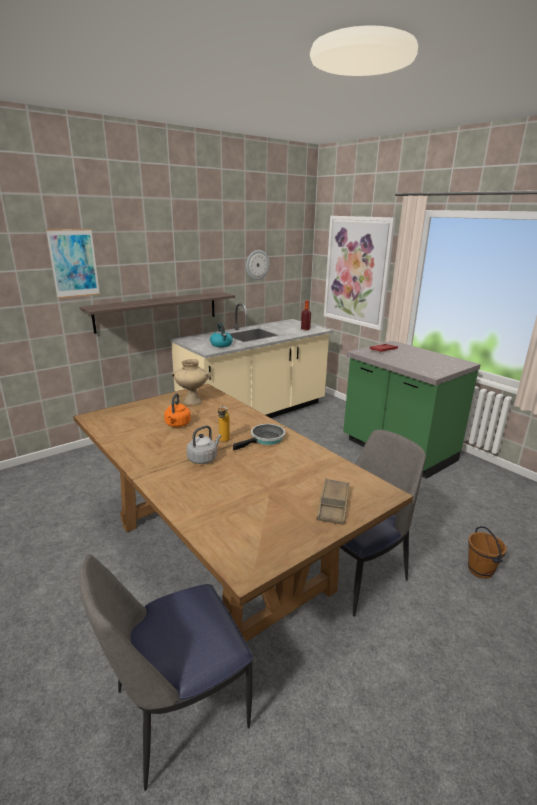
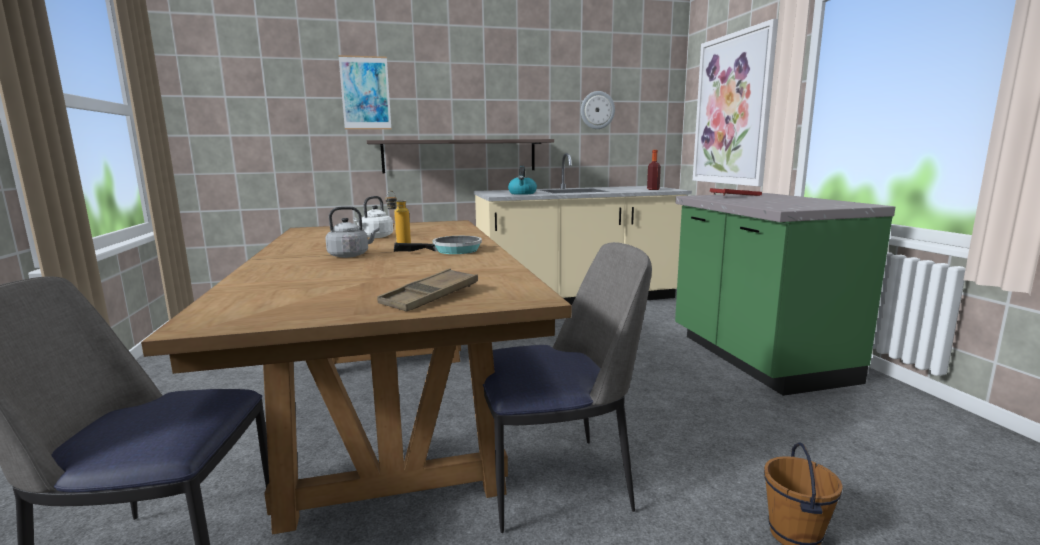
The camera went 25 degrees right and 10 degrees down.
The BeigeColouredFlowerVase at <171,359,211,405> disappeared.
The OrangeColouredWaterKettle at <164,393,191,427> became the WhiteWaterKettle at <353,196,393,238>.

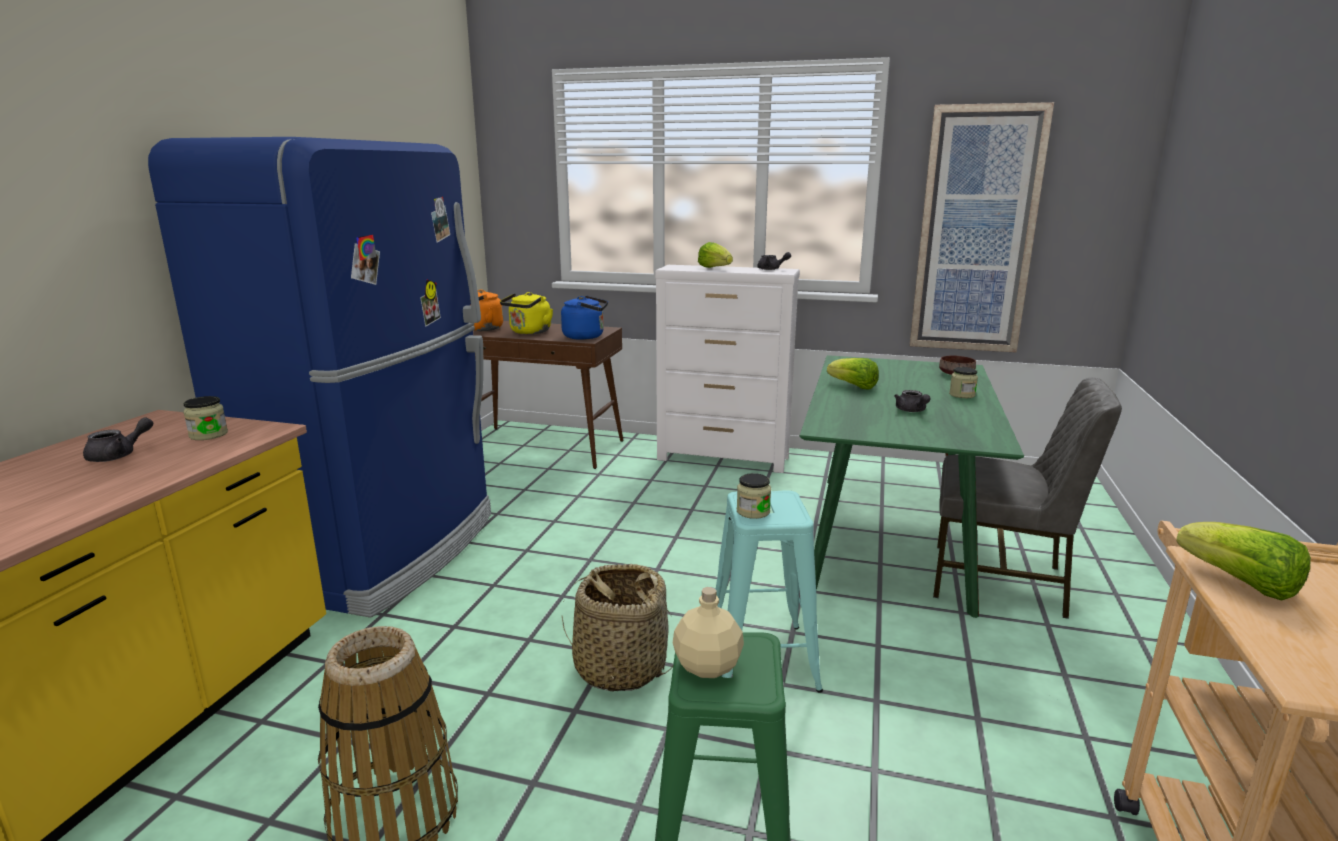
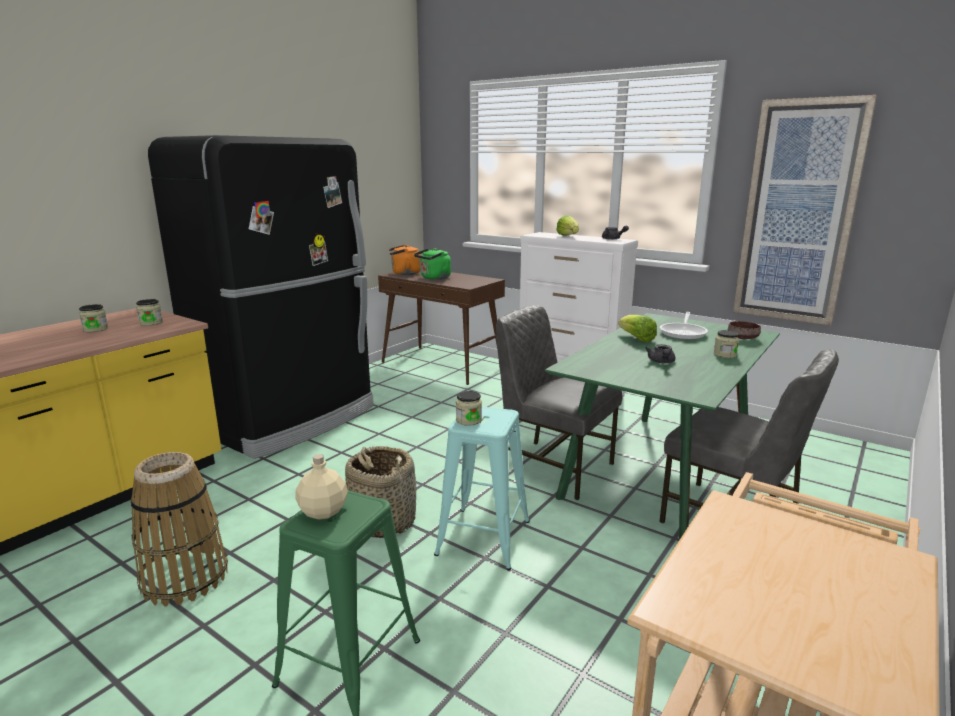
The camera went 20 degrees right and 0 degrees up.
The BlueColouredWaterKettle at <561,296,608,340> disappeared.
The Lettuce at <1176,522,1311,601> disappeared.
The GrayUprightChair at <496,305,622,500> appeared.
The FryingPan at <660,312,708,340> appeared.
The GrayTeapot at <83,417,153,462> was replaced by the Jar at <79,304,108,332>.
The BlueColouredFridge at <148,137,491,618> became the BlackishFridge at <148,135,374,459>.
The YellowishWaterKettle at <500,292,553,334> became the GreenWaterKettle at <414,248,451,280>.

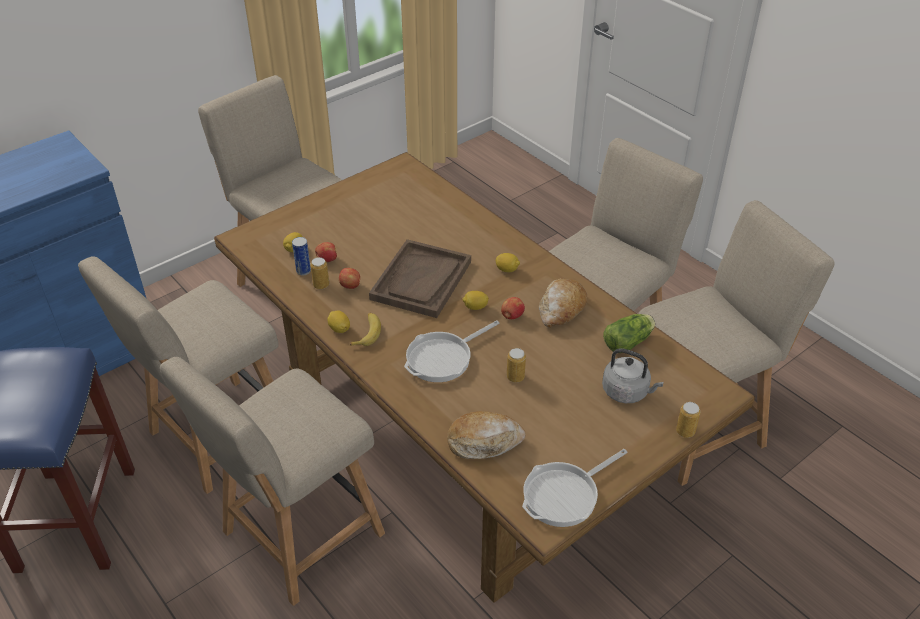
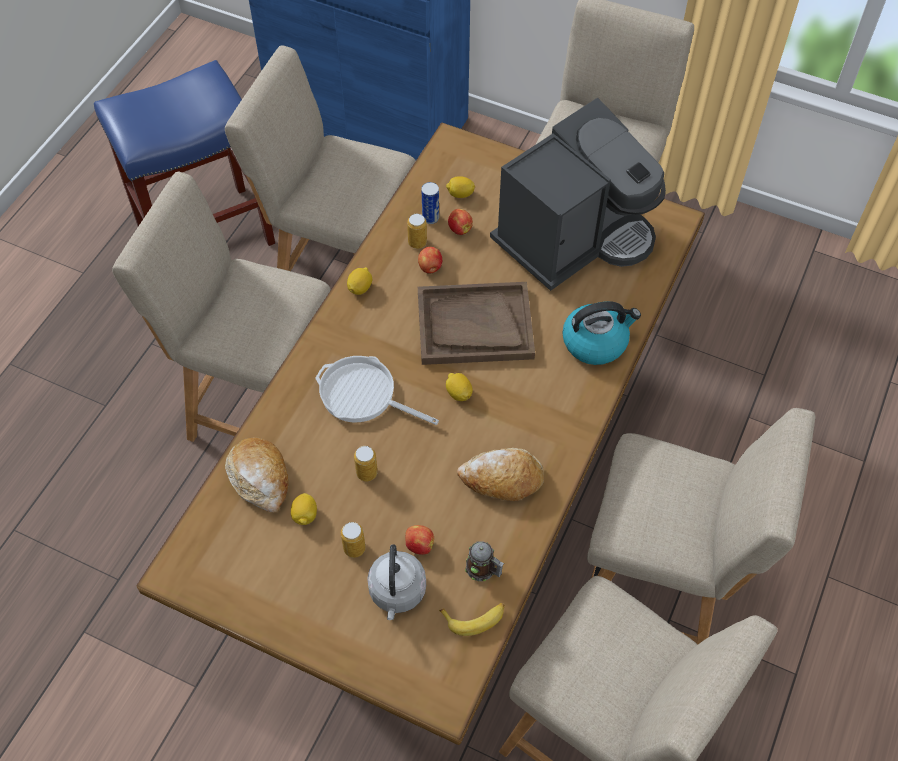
The camera went 65 degrees right and 15 degrees up.
The FryingPan at <522,449,627,527> disappeared.
The CoffeeMachine at <490,98,666,291> appeared.
The WaterKettle at <562,301,641,365> appeared.
The BananaFruit moved from <350,313,381,346> to <439,603,505,636>.
The Lemon moved from <496,253,520,272> to <291,493,317,525>.
The AppleFruit moved from <501,297,525,319> to <405,525,434,555>.
The MetalCan moved from <676,402,700,438> to <341,522,366,558>.
The Lettuce at <603,314,655,353> was replaced by the TeaMug at <465,541,504,581>.

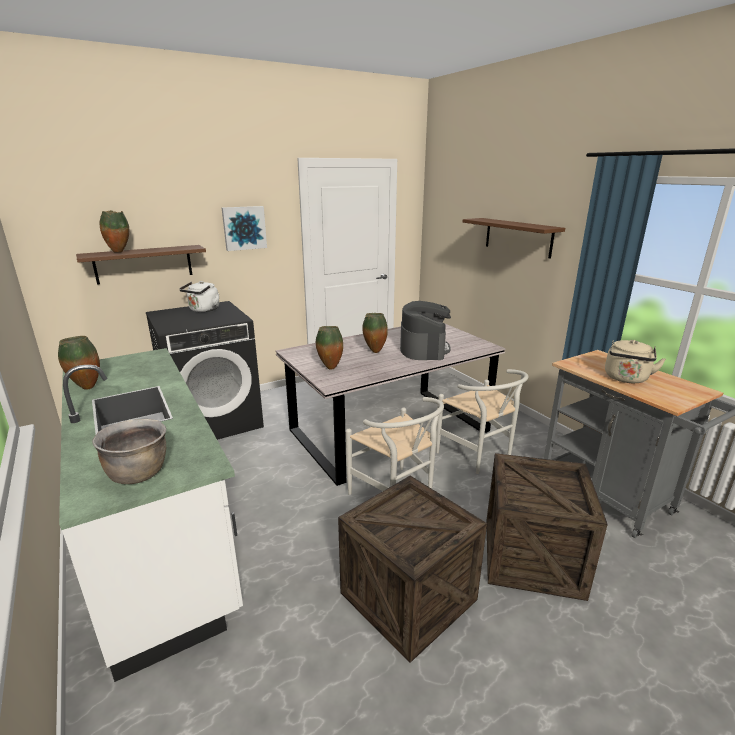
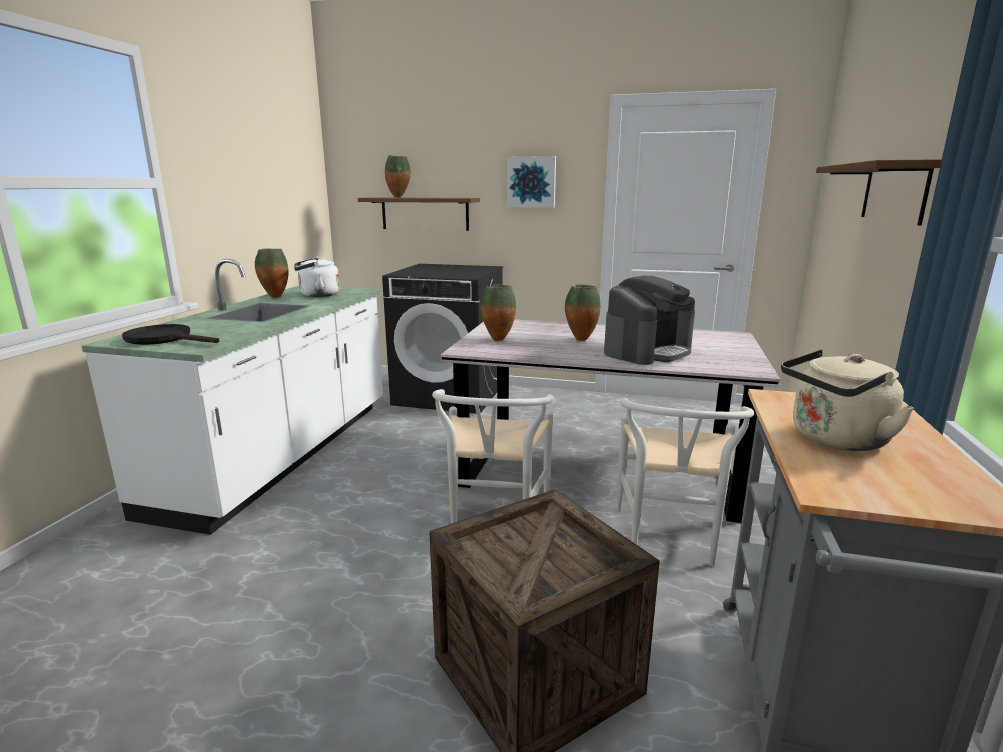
The camera went 45 degrees right and 5 degrees down.
The ShippingCrate at <338,476,487,663> disappeared.
The WhiteWaterKettle moved from <179,281,219,312> to <294,257,340,297>.
The BrownColouredStockpot at <92,419,166,484> was replaced by the BlackishFryingPan at <122,324,219,345>.

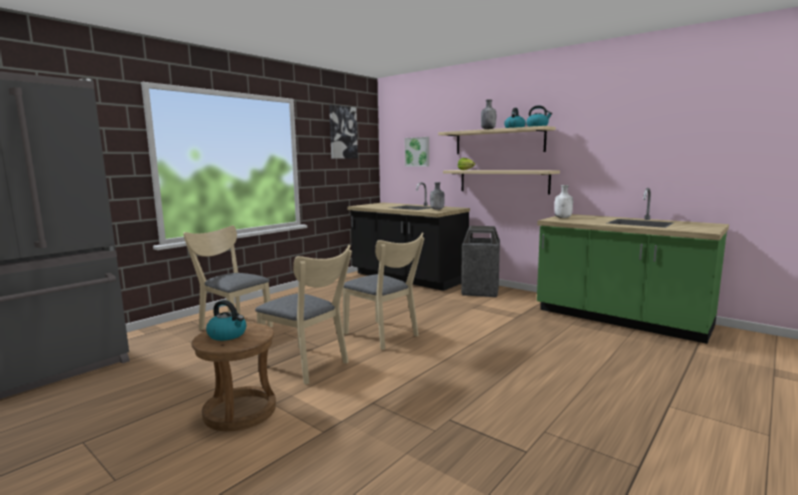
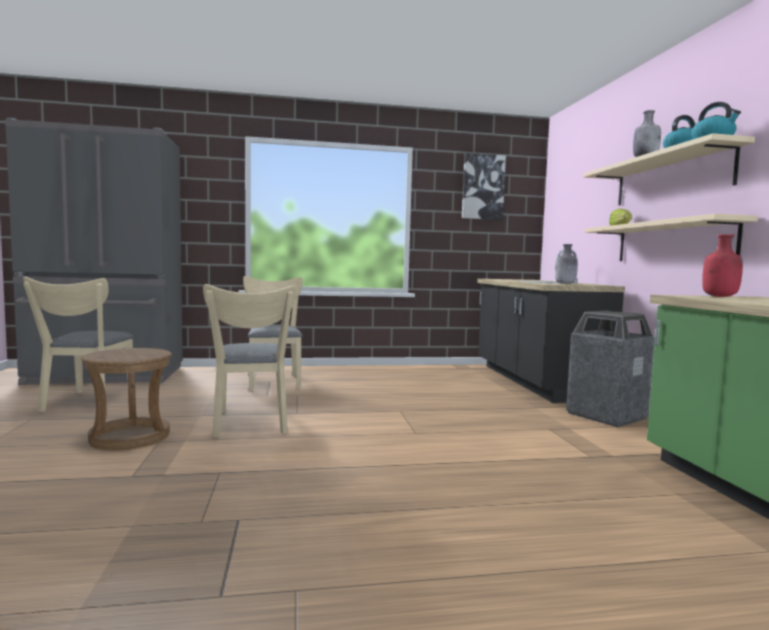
The camera went 40 degrees right and 5 degrees down.
The WaterKettle at <206,300,246,341> disappeared.
The Picture at <405,137,429,167> disappeared.
The BeigeColouredUprightChair moved from <343,233,424,350> to <23,276,134,412>.
The WhiteBeverageBottle at <554,185,573,218> became the RedColouredBeverageBottle at <702,234,743,297>.

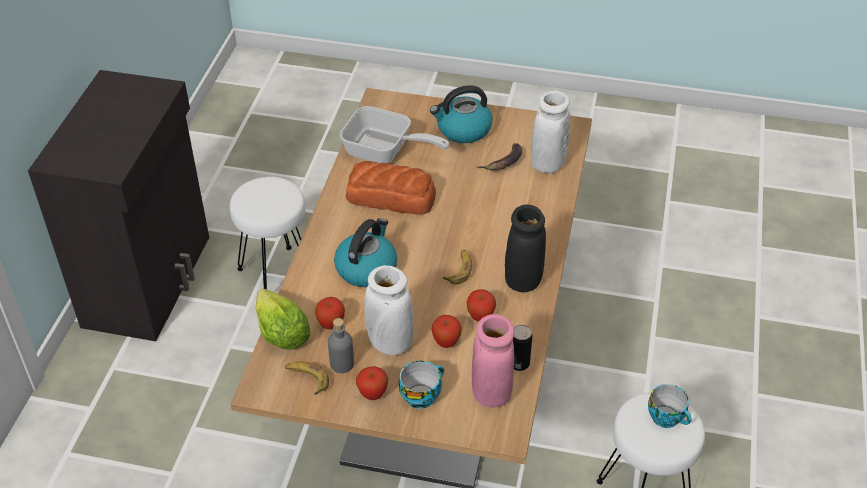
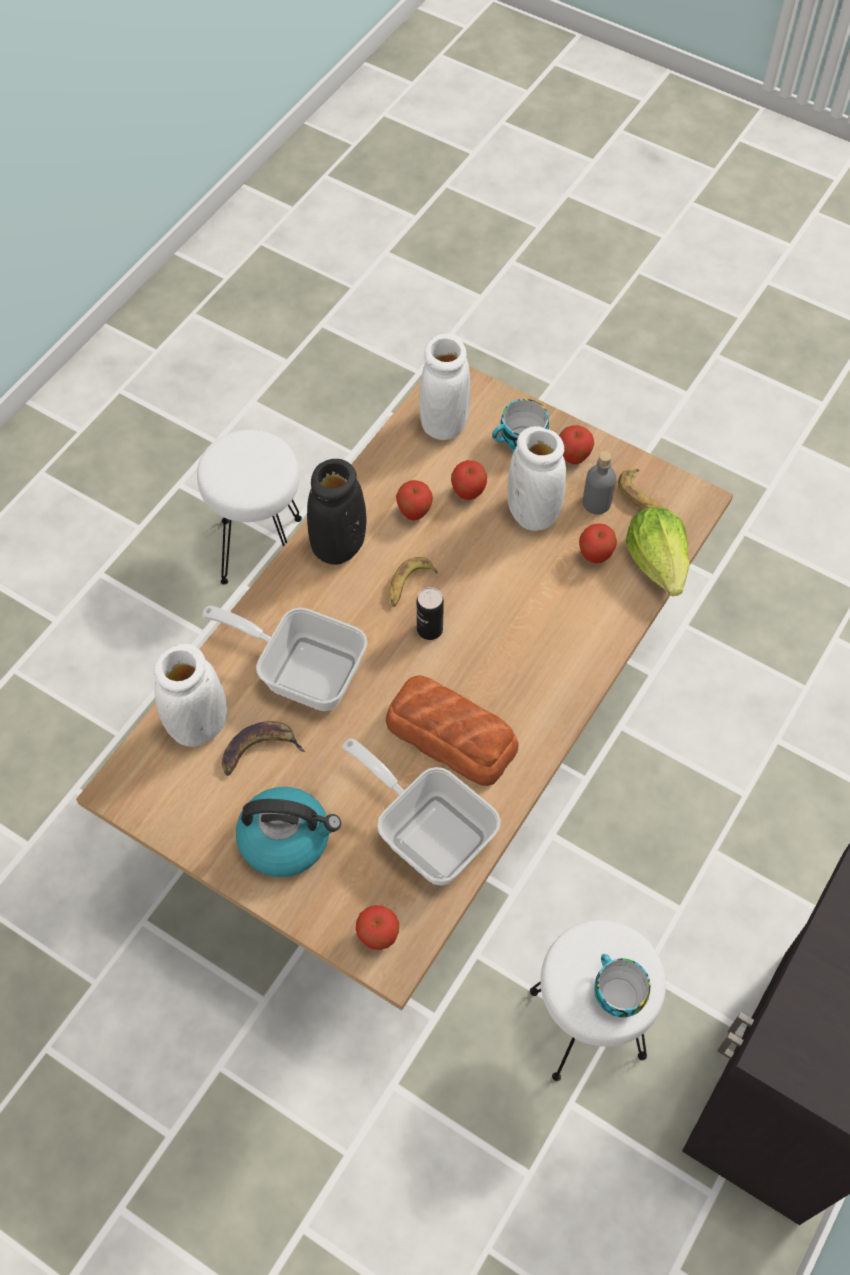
The camera went 160 degrees left and 15 degrees up.
The WaterKettle at <334,218,397,287> disappeared.
The FryingPan at <202,606,368,711> appeared.
The AppleFruit at <356,905,399,950> appeared.
The MetalCan moved from <513,325,532,371> to <417,587,444,640>.
The DrinkingCup moved from <648,384,692,428> to <594,954,650,1017>.
The PinkishFlowerVase at <472,314,514,408> became the WhiteFlowerVase at <419,334,470,440>.

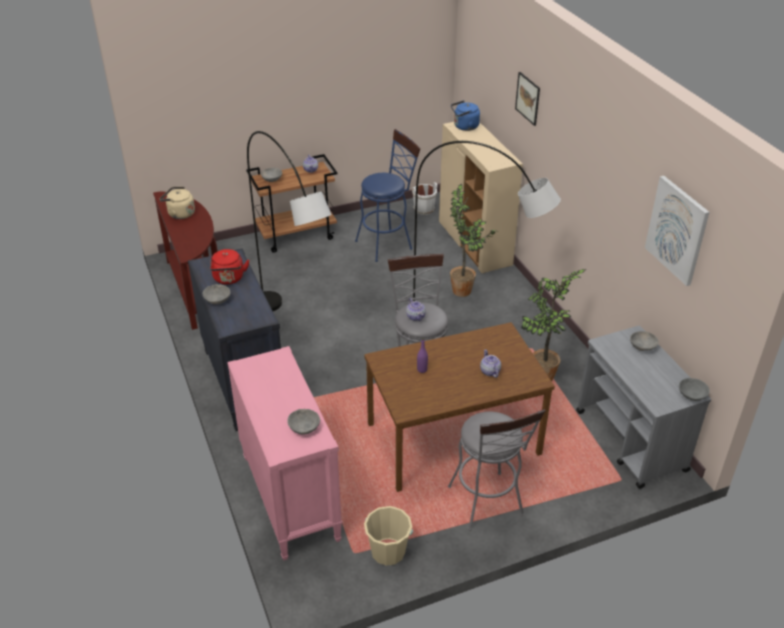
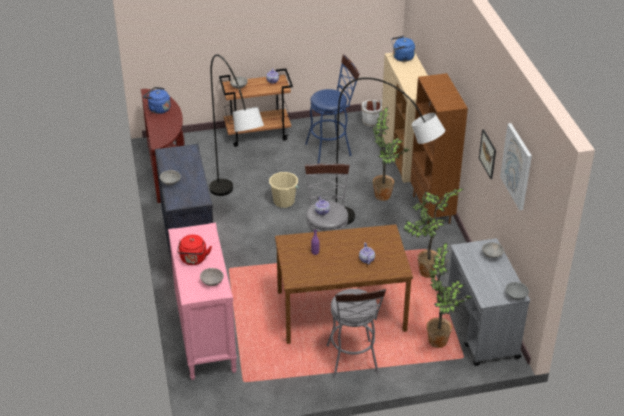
The camera went 10 degrees right and 0 degrees up.
The BrownColouredBookshelf at <410,73,468,224> appeared.
The PottedPlant at <427,242,473,348> appeared.
The RedColouredWaterKettle moved from <210,249,249,284> to <177,235,212,265>.
The BeigeColouredWaterBucket moved from <364,506,413,566> to <269,172,299,208>.
The Picture moved from <515,72,540,126> to <479,129,496,179>.
The BeigeColouredWaterKettle at <160,187,195,219> became the BlueColouredWaterKettle at <143,87,171,114>.

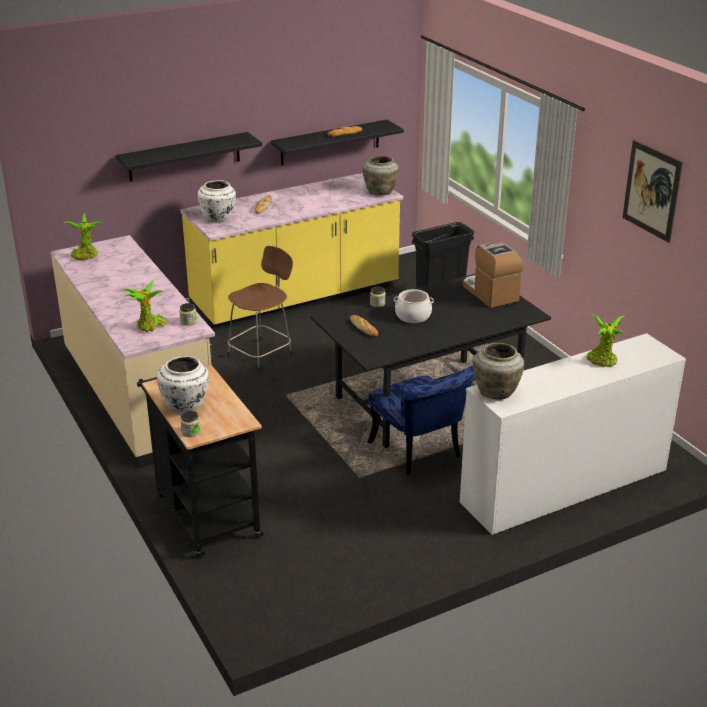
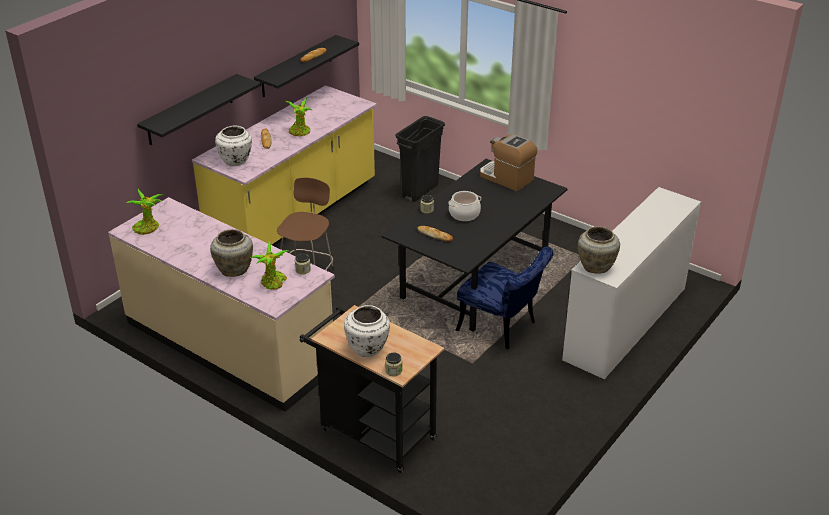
The camera went 25 degrees left and 5 degrees up.
The Picture at <622,140,683,243> disappeared.
The BeigeColouredFlowerVase moved from <362,155,399,196> to <210,229,253,277>.
The PottedPlant moved from <587,314,625,367> to <286,98,312,136>.

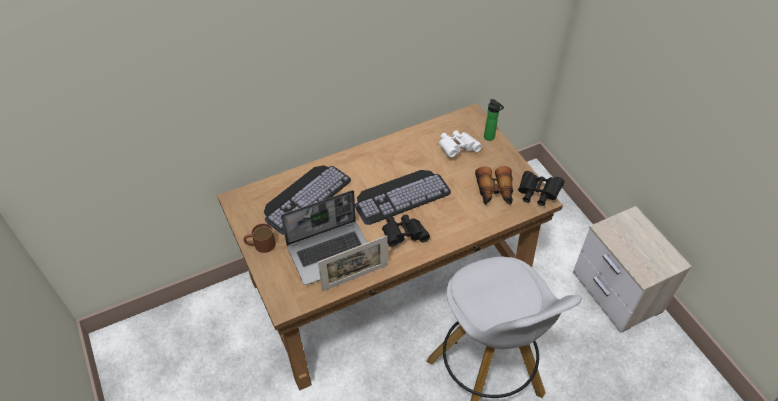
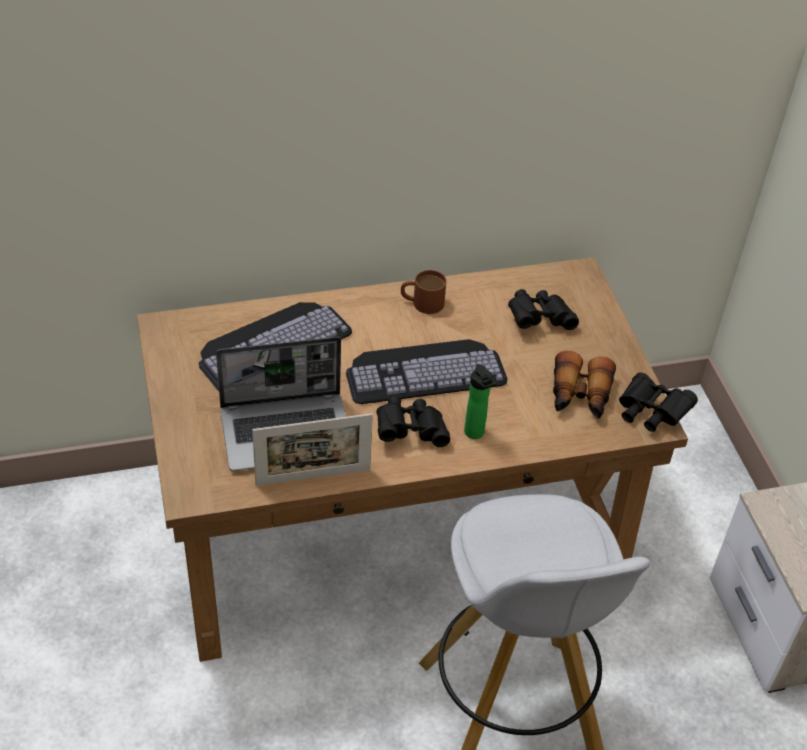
The camera went 10 degrees right and 5 degrees down.
The BrownColouredTeaMug moved from <244,223,276,253> to <401,270,446,314>.
The BeverageBottle moved from <484,99,504,141> to <464,364,496,439>.
The WhiteBinoculars at <439,130,482,157> became the BlackishBinoculars at <508,289,579,330>.

